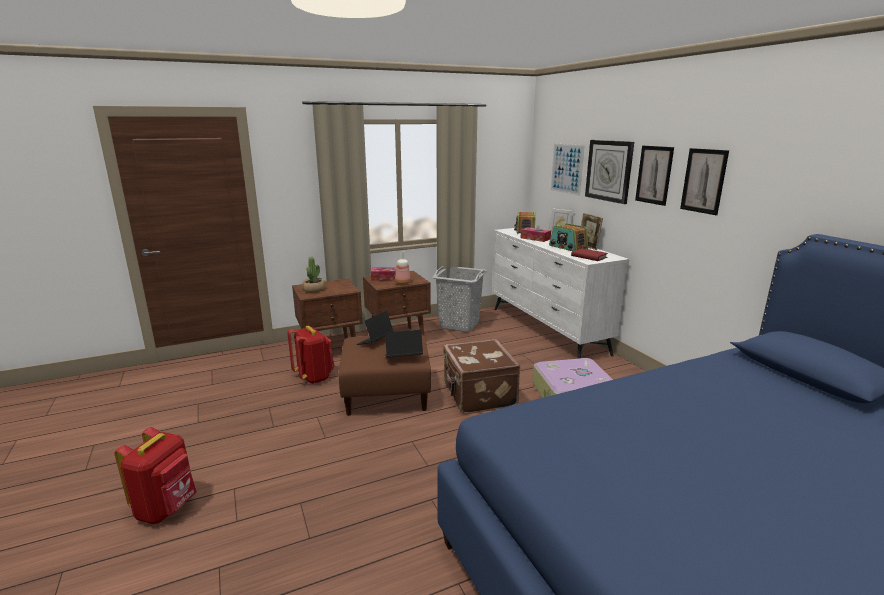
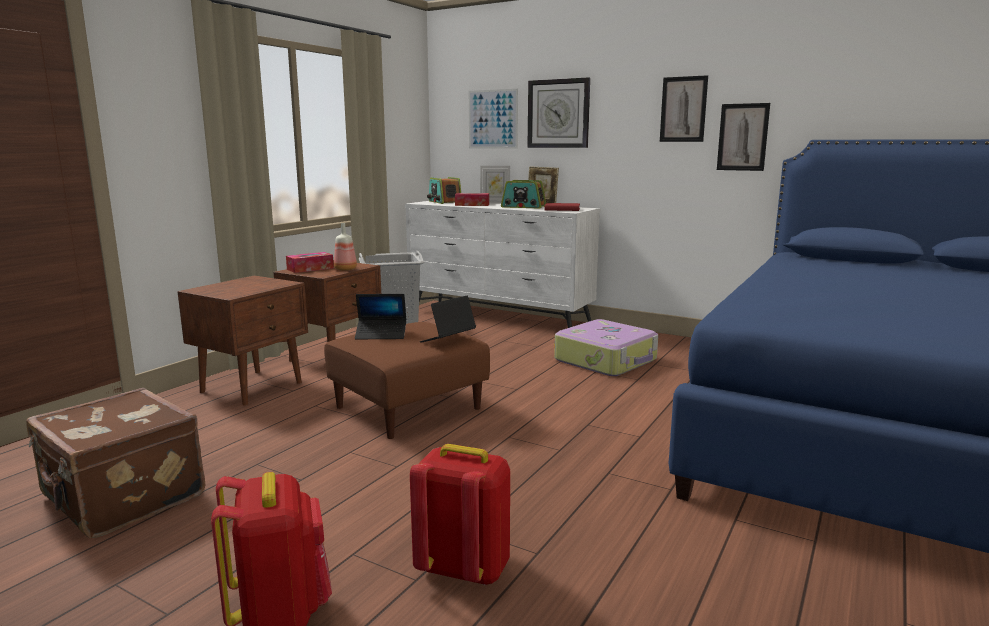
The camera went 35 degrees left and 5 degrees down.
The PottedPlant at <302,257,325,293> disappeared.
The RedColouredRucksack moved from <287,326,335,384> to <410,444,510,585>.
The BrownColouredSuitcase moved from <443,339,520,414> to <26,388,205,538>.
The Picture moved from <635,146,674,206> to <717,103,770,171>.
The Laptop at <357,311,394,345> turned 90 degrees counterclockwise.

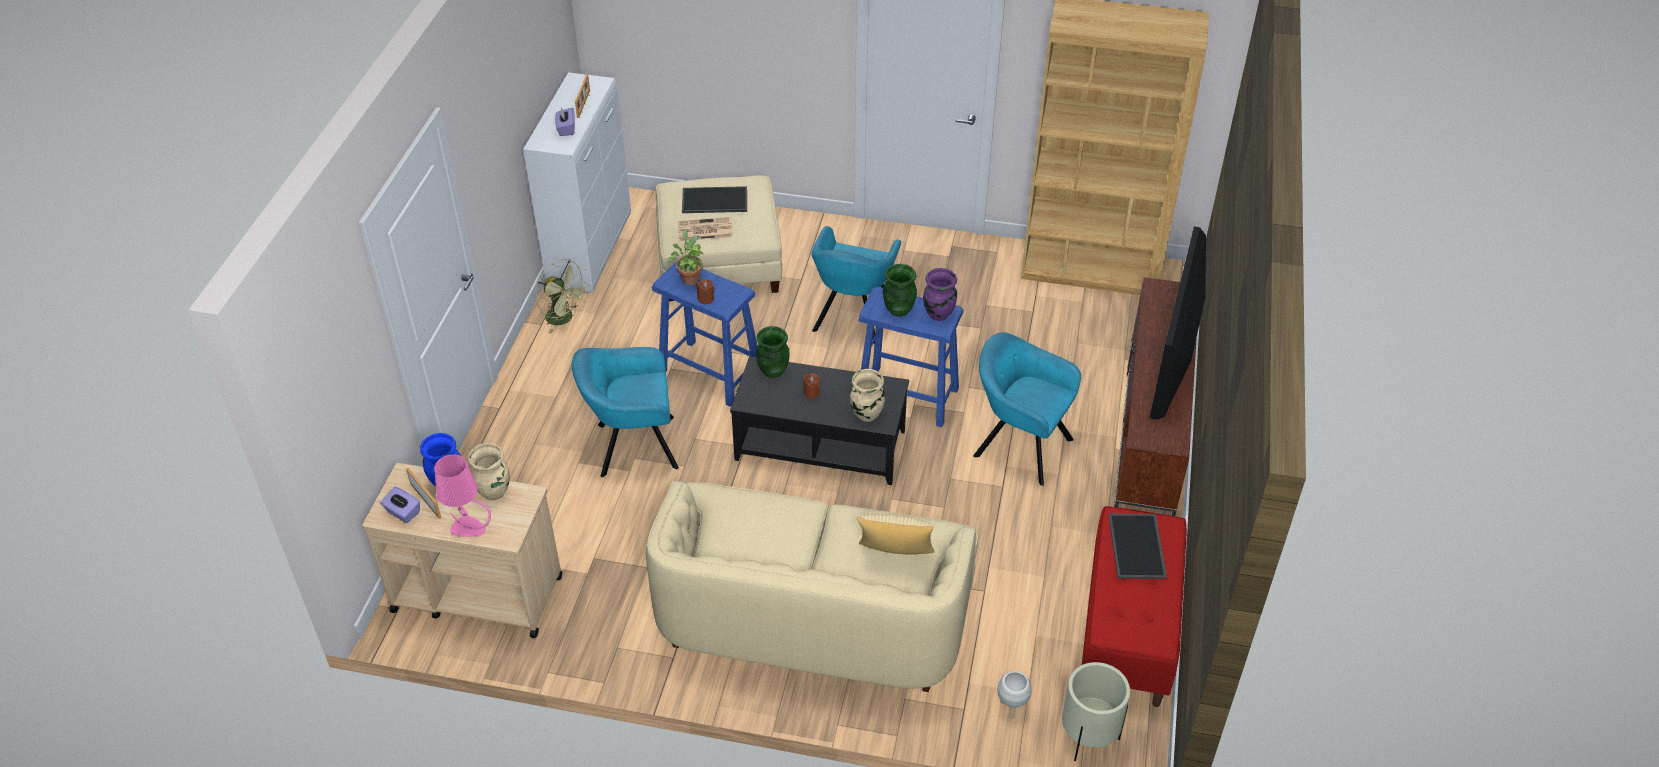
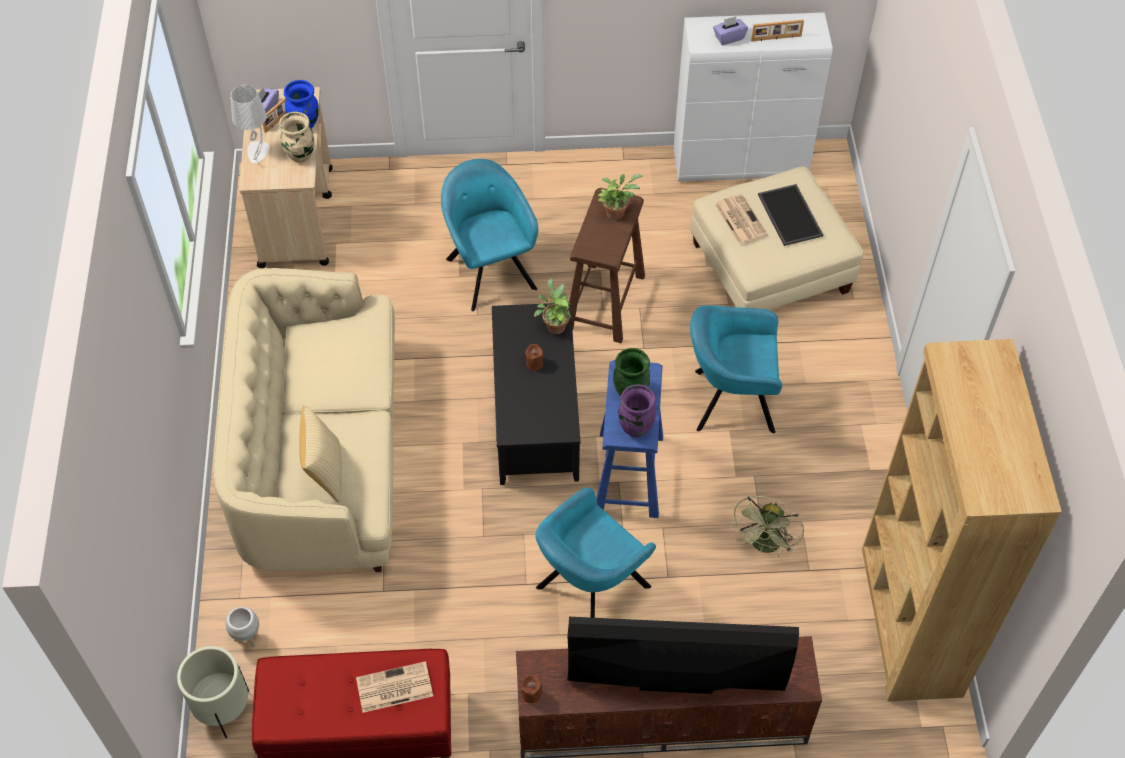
The camera went 75 degrees right and 10 degrees up.
The BeigeColouredFlowerVase at <850,369,885,422> disappeared.
The GreenElectricFan moved from <536,259,588,334> to <731,496,804,557>.
The BrownColouredWaxLight moved from <697,279,715,304> to <521,675,542,703>.
The GreenFlowerVase at <756,326,790,378> was replaced by the PottedPlant at <534,278,572,334>.
The Tray at <1108,514,1167,579> was replaced by the PrintedPaper at <356,661,433,713>.
The PinkishTabletopLamp at <434,454,491,537> became the WhiteTabletopLamp at <230,85,270,164>.
The BlueColouredStool at <652,261,757,407> became the BrownColouredStool at <569,188,645,343>.
The BlueGreenArmchair at <973,332,1081,486> turned 150 degrees counterclockwise.

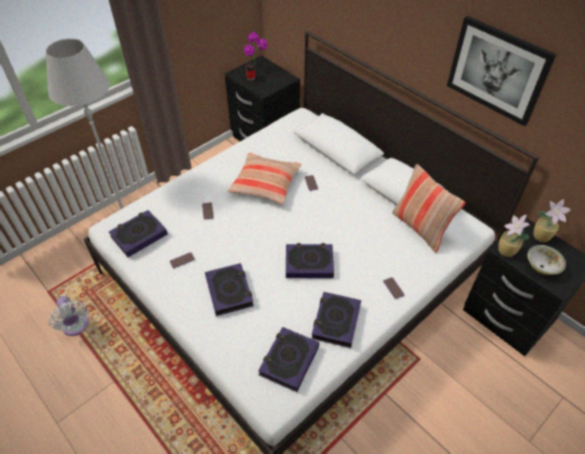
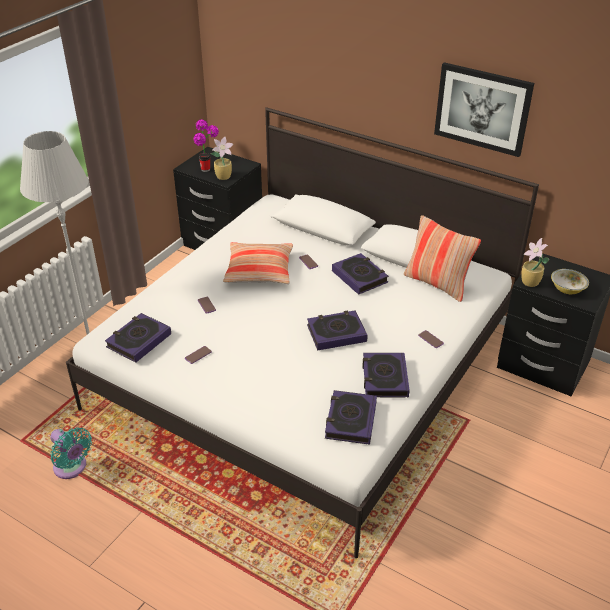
The camera went 15 degrees left and 10 degrees down.
The Book moved from <205,263,254,316> to <332,253,389,295>.
The PottedPlant moved from <534,199,571,242> to <211,137,234,180>.
The WhiteElectricFan at <49,296,89,336> became the BlueGreenElectricFan at <50,427,92,479>.

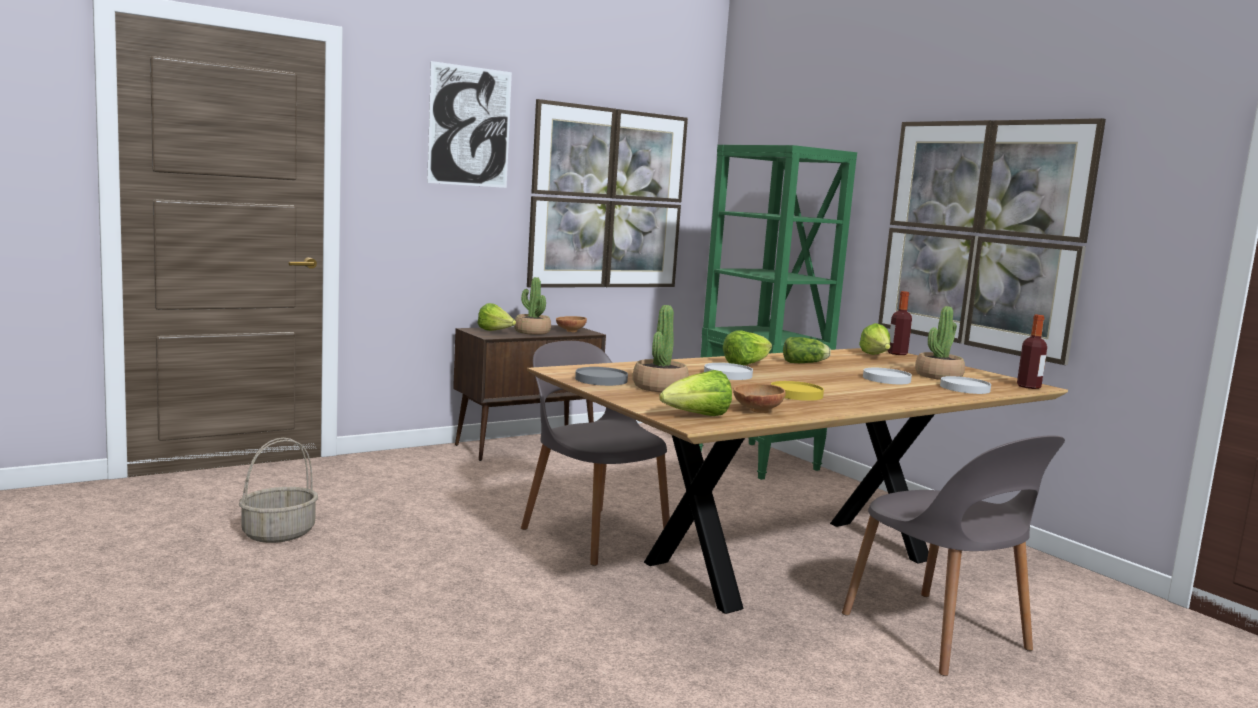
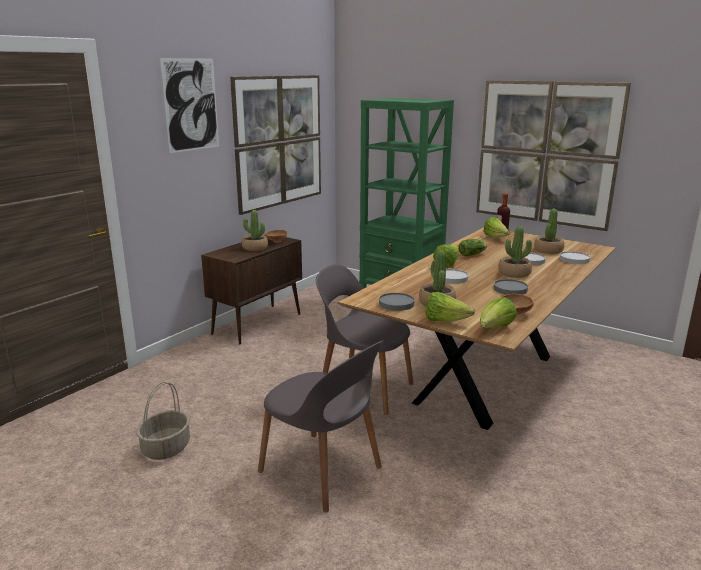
The camera went 20 degrees left and 10 degrees up.
The BeverageBottle at <1017,315,1047,389> disappeared.
The PottedPlant at <498,226,532,278> appeared.
The Lettuce moved from <478,303,516,331> to <426,292,475,322>.
The GrayUprightChair moved from <842,435,1065,676> to <258,341,384,512>.
The YellowishPlate at <771,381,824,401> became the GrayPlate at <494,279,528,295>.

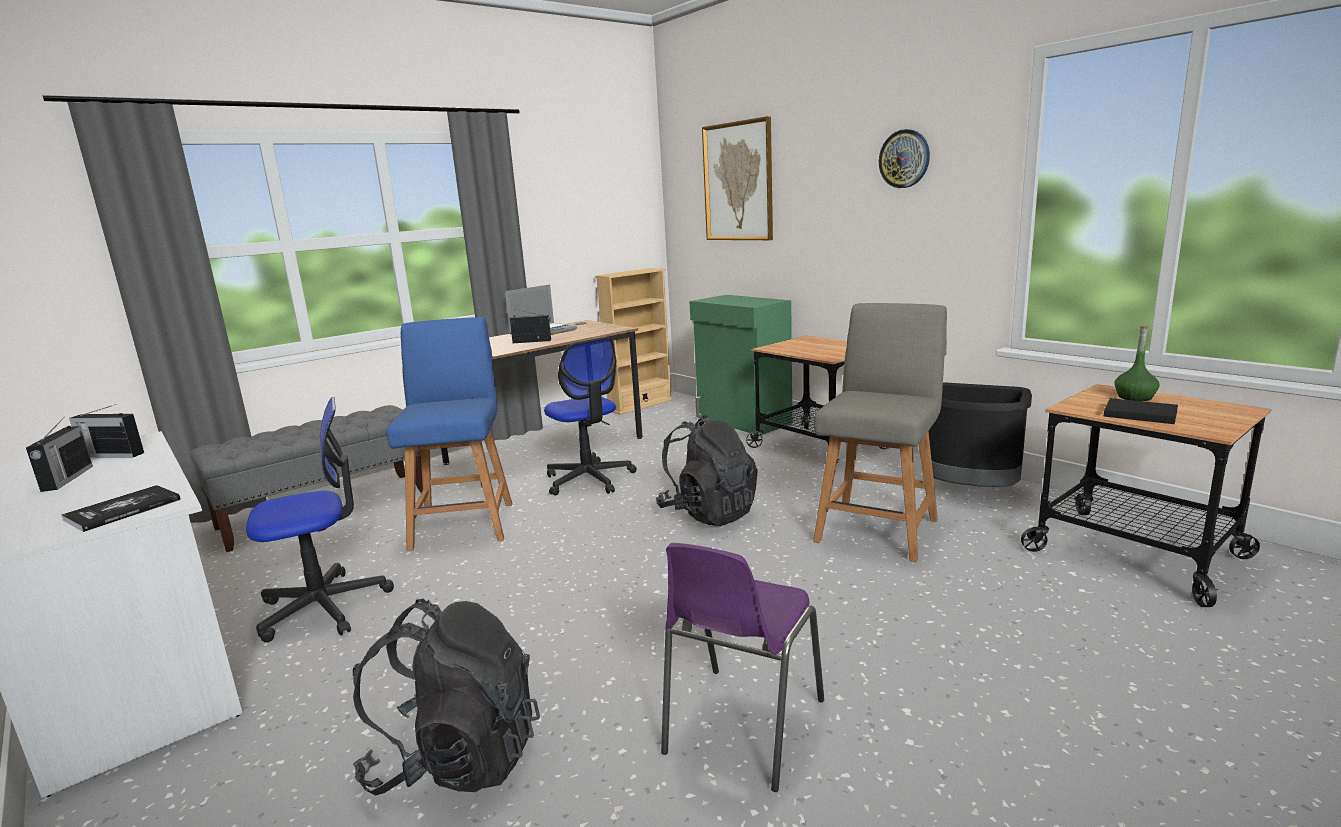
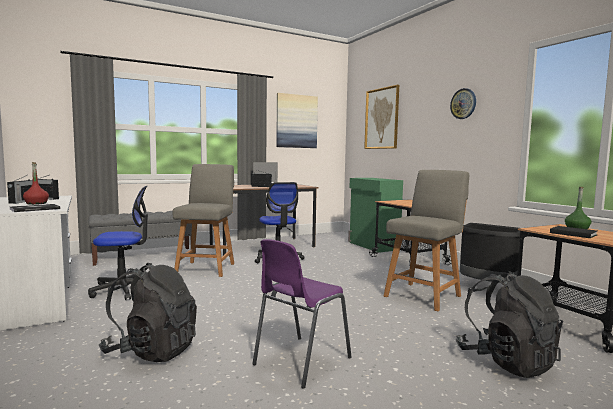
The camera went 10 degrees right and 10 degrees down.
The BeigeColouredBookshelf at <595,268,673,415> disappeared.
The RedColouredBeverageBottle at <23,162,49,205> appeared.
The Picture at <276,93,318,148> appeared.
The BlackishRucksack moved from <656,415,758,526> to <456,271,563,378>.
The BlueColouredUprightChair at <386,317,512,551> became the GrayUprightChair at <172,164,234,277>.

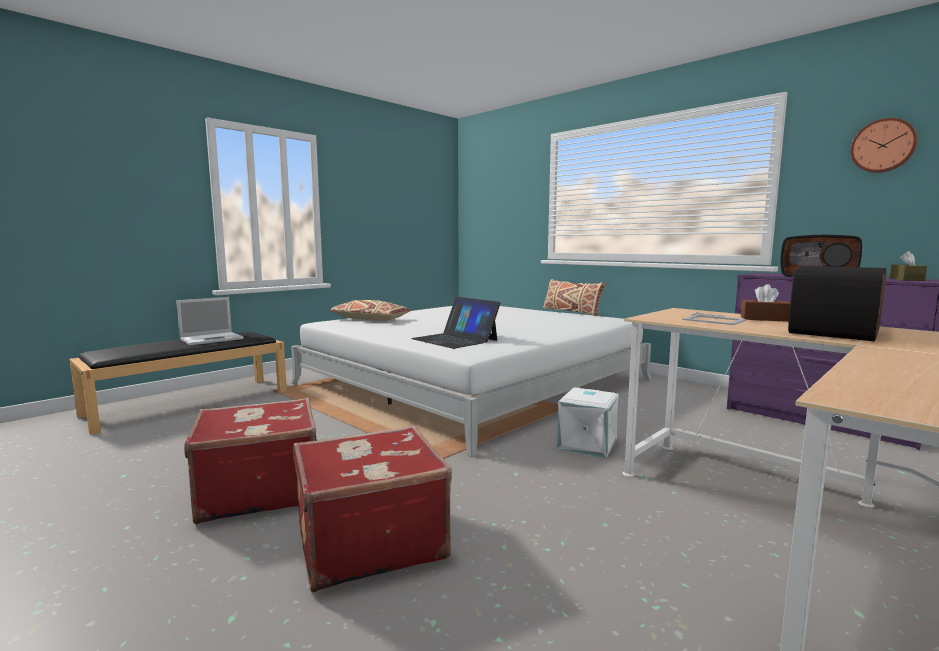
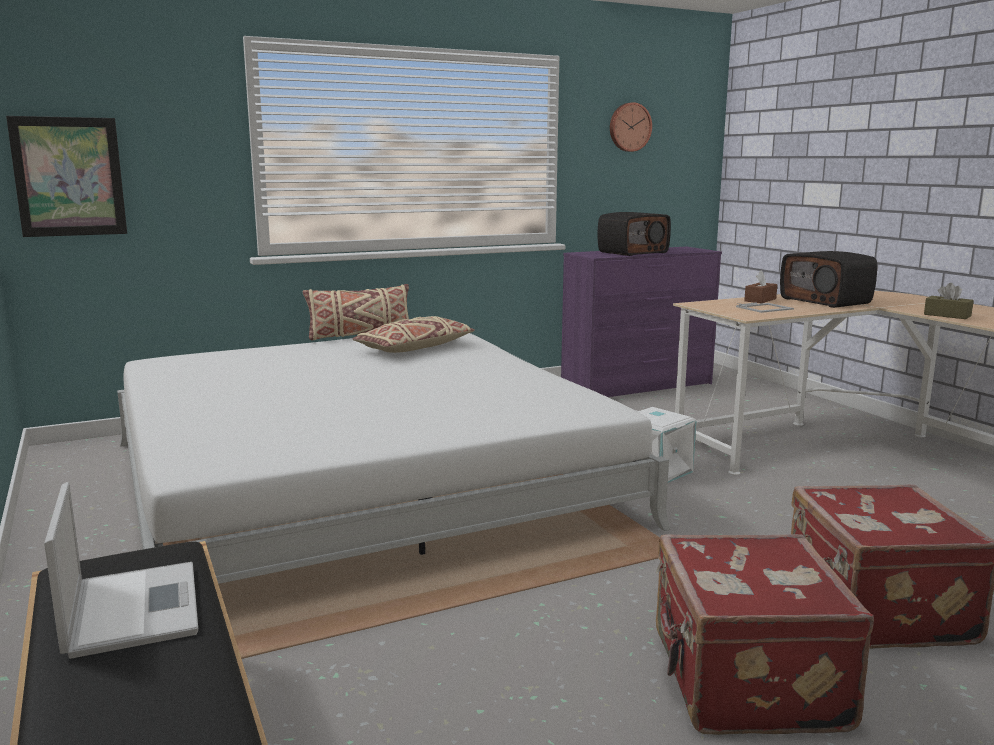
The camera went 70 degrees left and 5 degrees up.
The Laptop at <411,297,500,349> disappeared.
The Picture at <6,116,127,237> appeared.
The BeigeColouredCushion moved from <330,300,411,321> to <352,316,475,353>.
The BrownColouredTissueHolder moved from <890,251,927,281> to <924,283,974,319>.

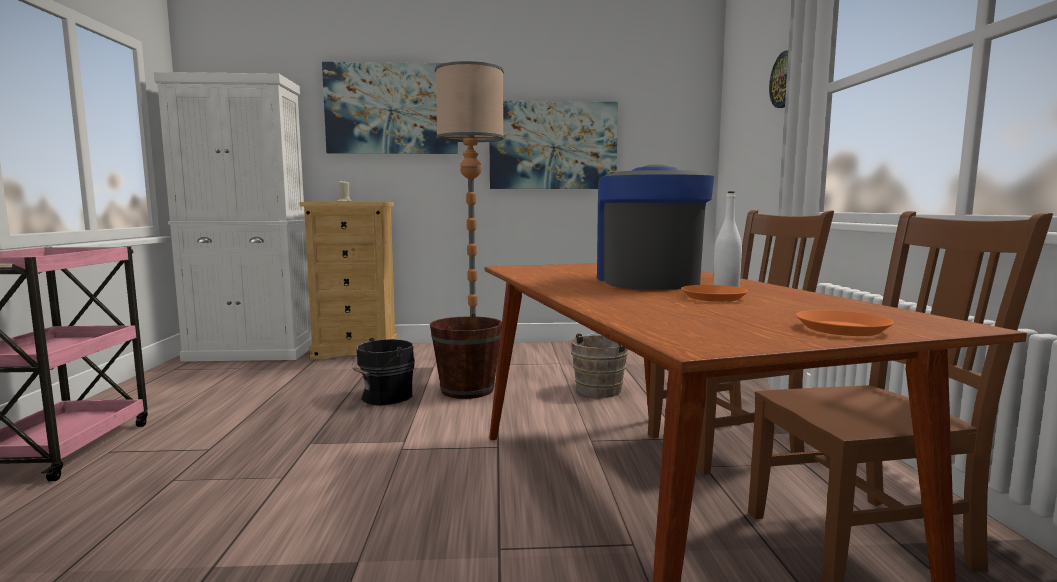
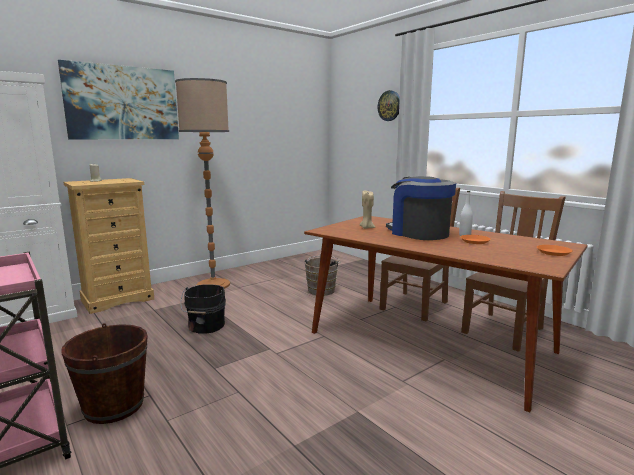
The camera went 35 degrees left and 5 degrees up.
The Picture at <490,101,618,189> disappeared.
The BeigeColouredWaxLight at <360,190,375,229> appeared.
The BrownColouredWaterBucket moved from <430,313,502,399> to <61,323,148,424>.

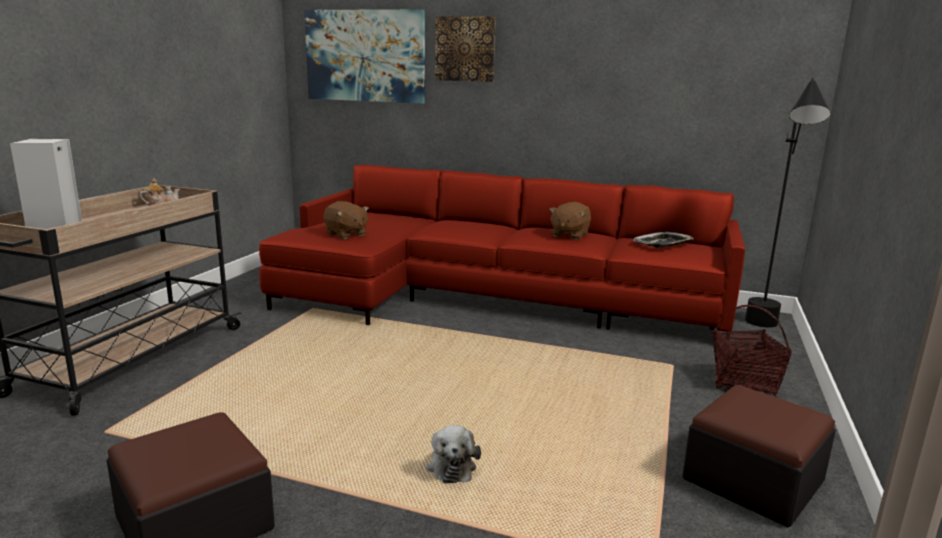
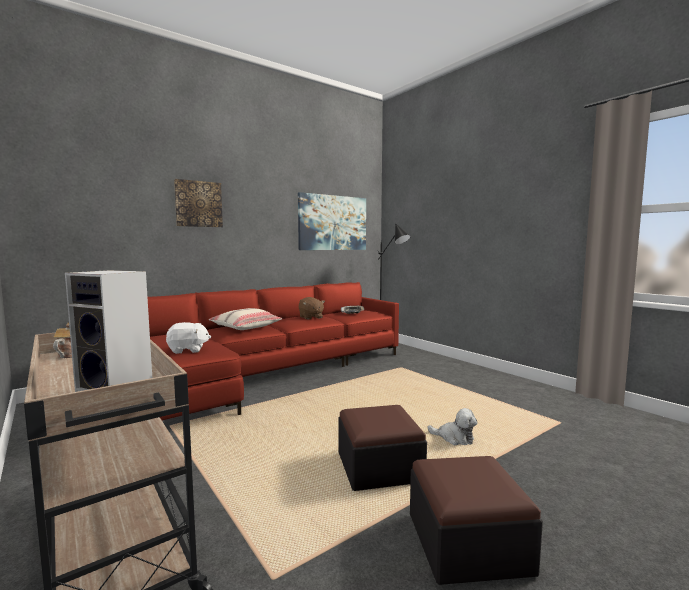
The camera went 55 degrees left and 10 degrees down.
The HouseholdBasket at <712,305,792,397> disappeared.
The BeigeColouredCushion at <209,308,282,330> appeared.
The Picture moved from <304,9,425,104> to <298,192,366,250>.
The Footrest moved from <682,385,836,528> to <338,405,427,491>.
The BrownColouredSoftToy at <323,201,369,239> became the WhiteSoftToy at <166,322,211,354>.

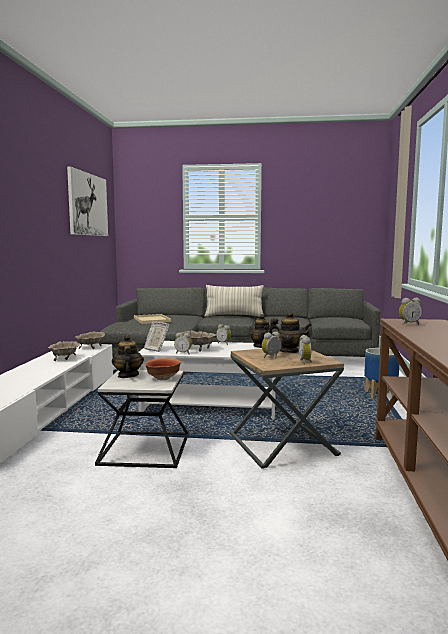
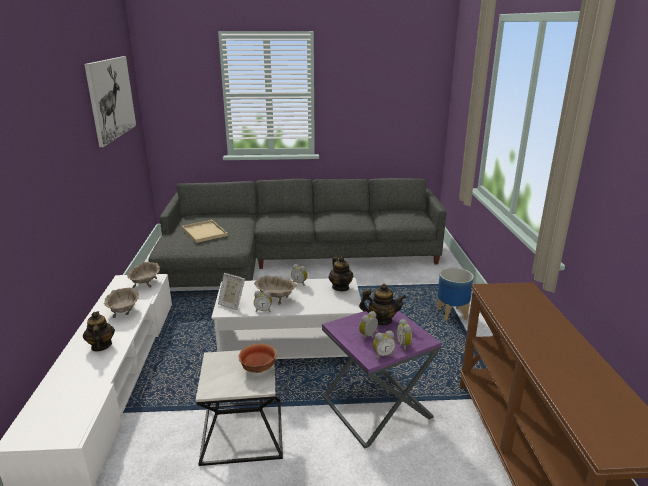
The camera went 10 degrees left and 15 degrees up.
The Cushion at <205,285,264,317> disappeared.
The Teapot moved from <112,334,144,378> to <83,311,115,351>.
The BedsideClock moved from <399,298,422,325> to <373,331,396,359>.
The BrownColouredAccentTable at <230,346,344,469> became the PurplishAccentTable at <322,311,441,448>.

